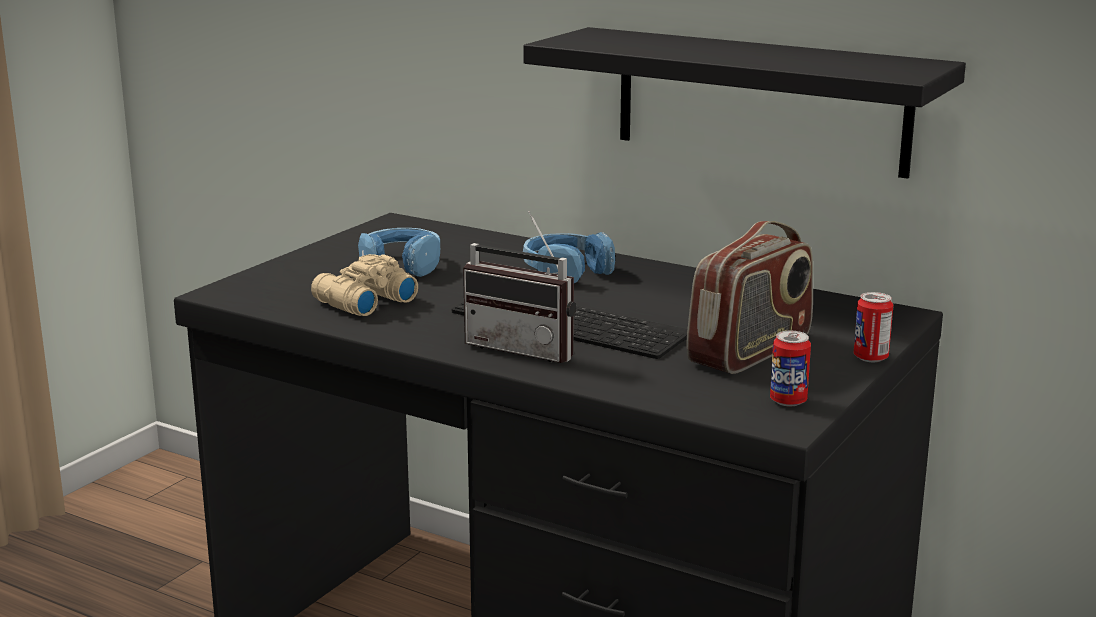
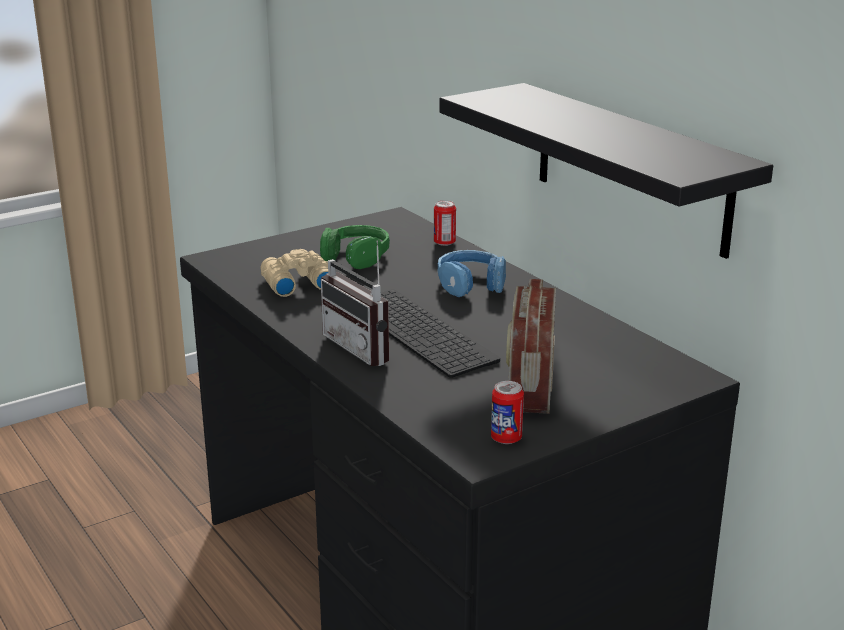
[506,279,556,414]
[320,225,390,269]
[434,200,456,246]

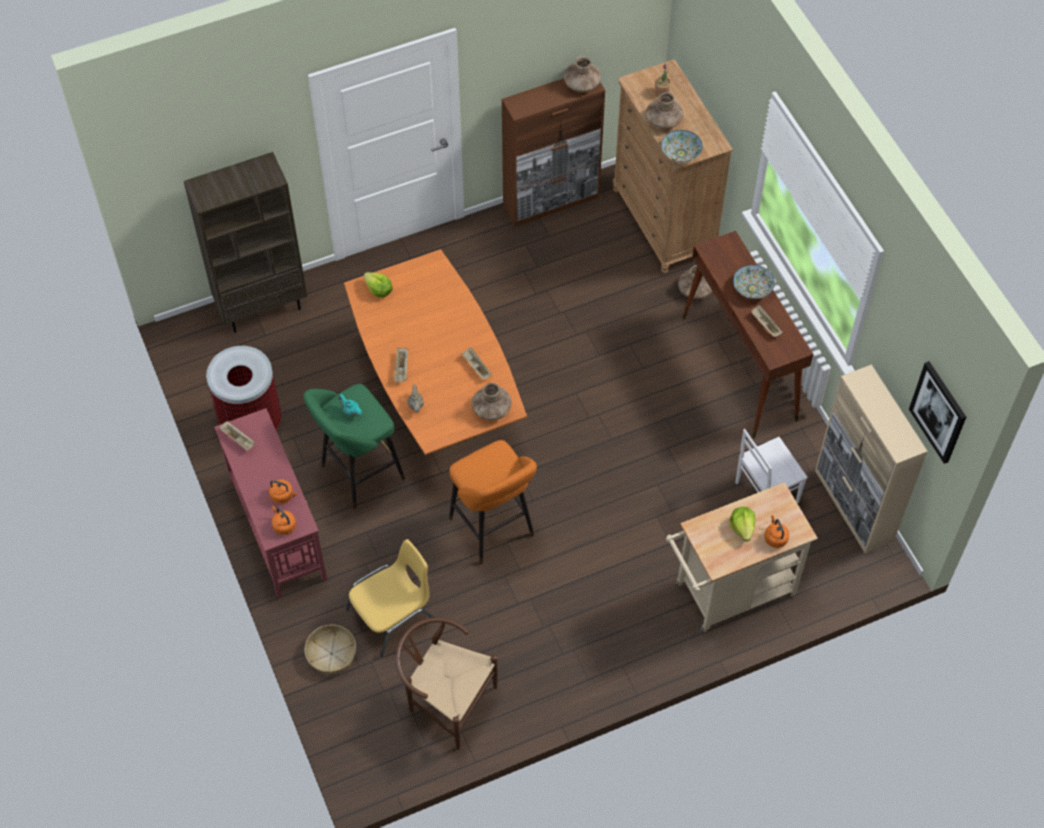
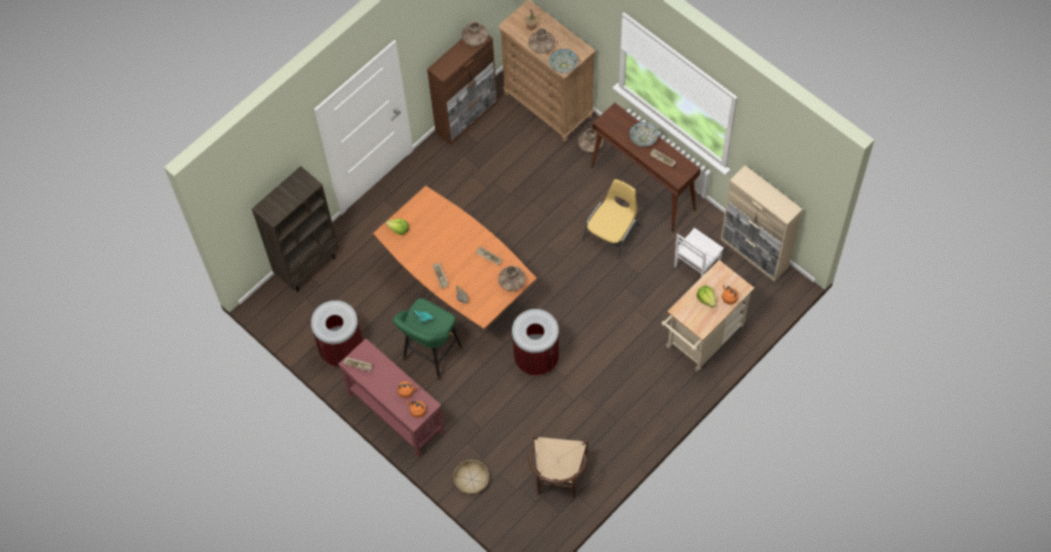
[909,361,966,464] (first image)
[512,309,559,375]
[582,179,640,259]
[528,434,588,498]

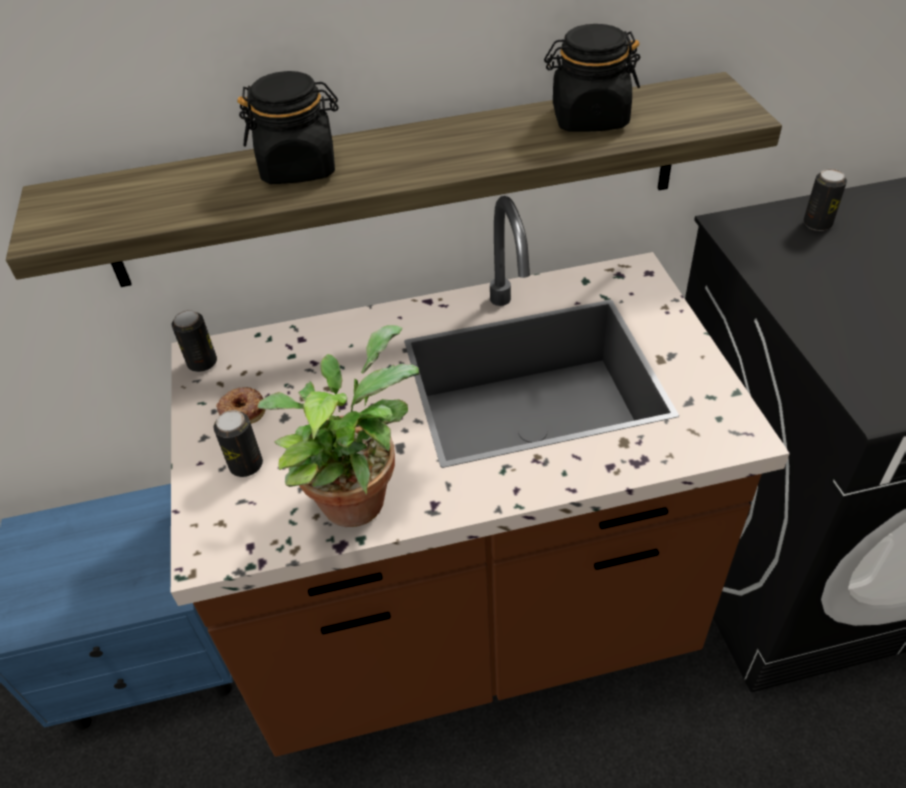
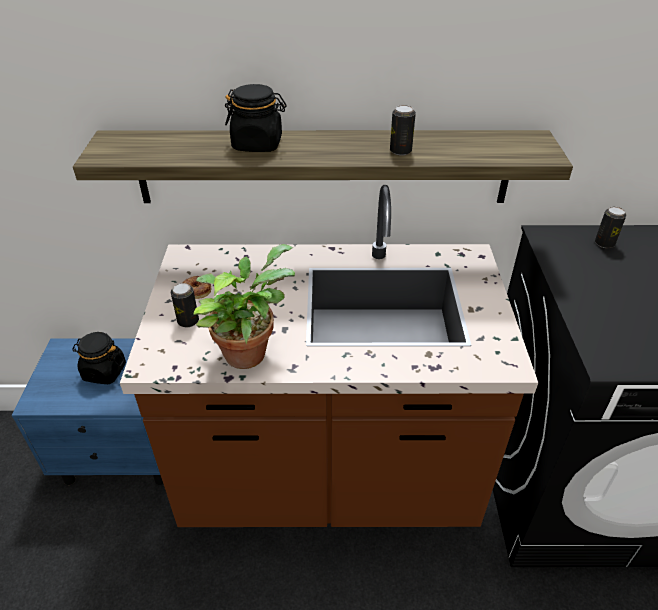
[72,332,126,384]
[390,105,416,156]

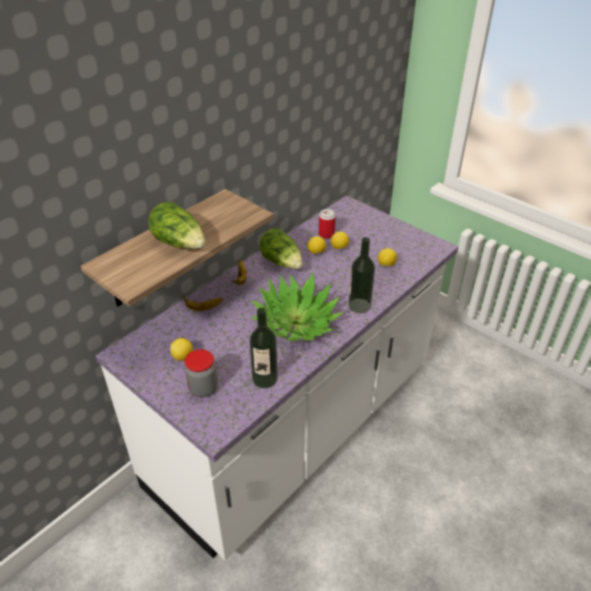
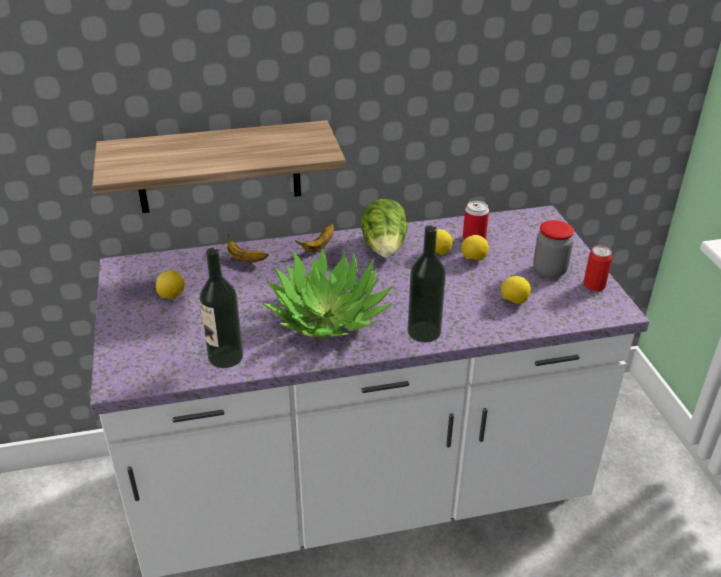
[149,202,205,249] (first image)
[533,220,574,278]
[583,246,612,291]

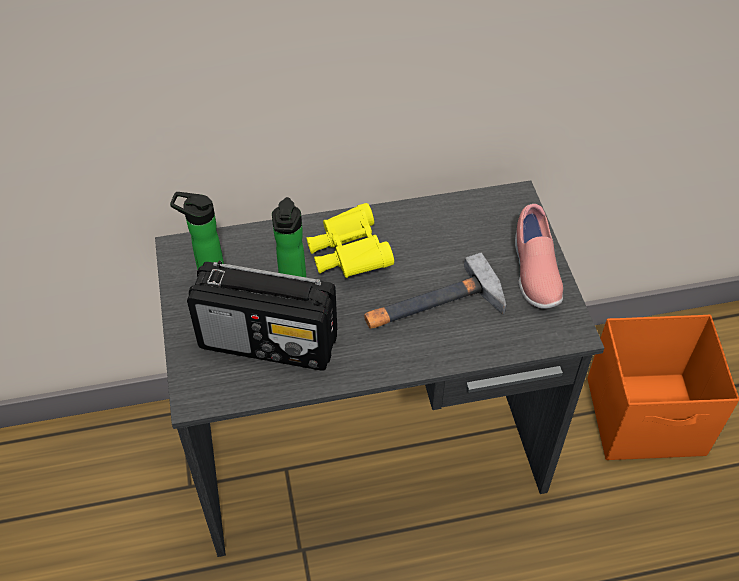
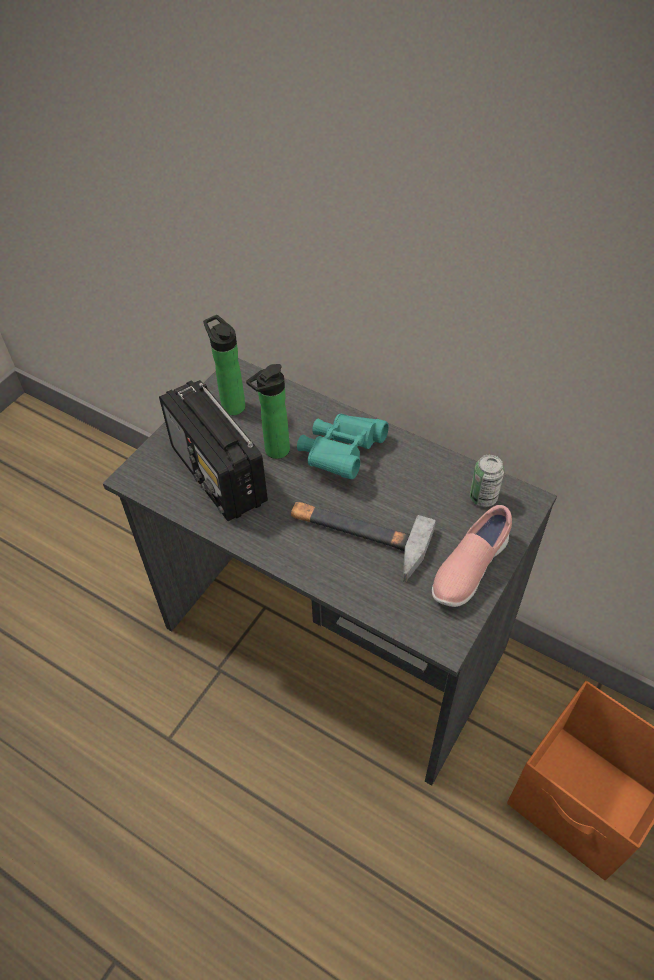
[297,414,389,479]
[470,455,504,507]

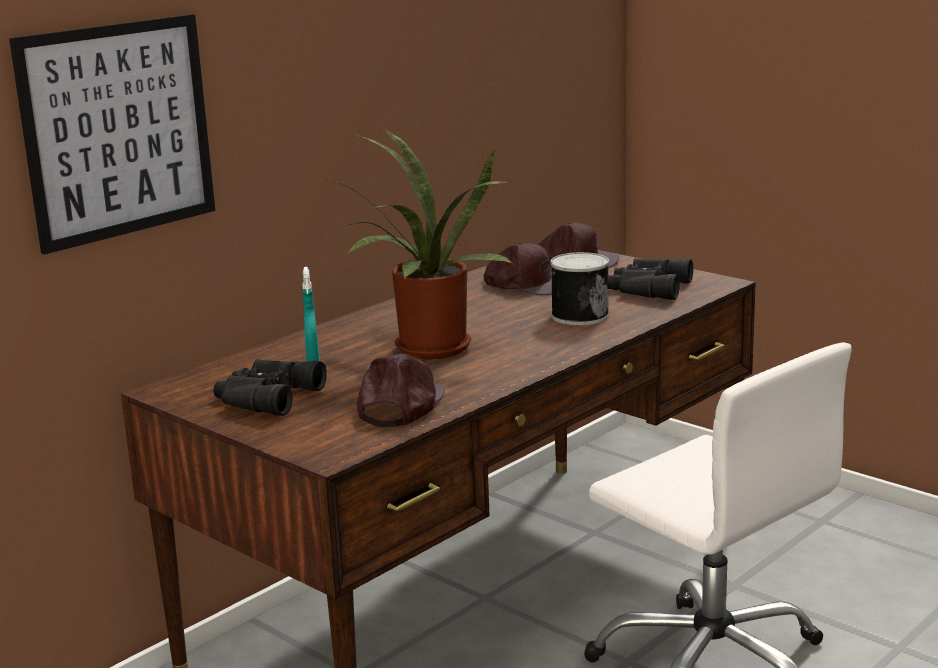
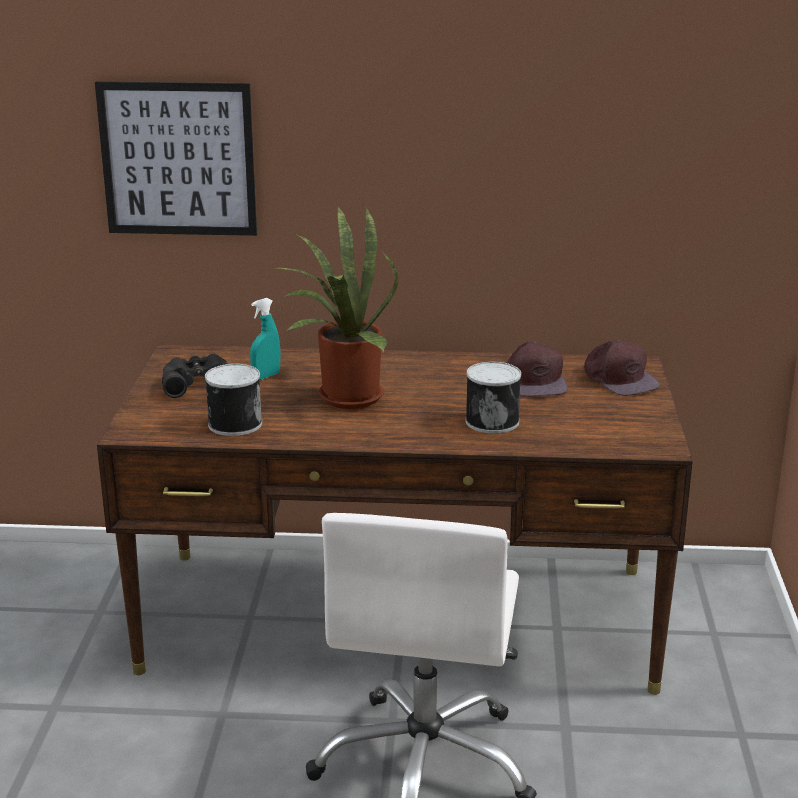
[608,258,693,300] (first image)
[205,364,262,436]

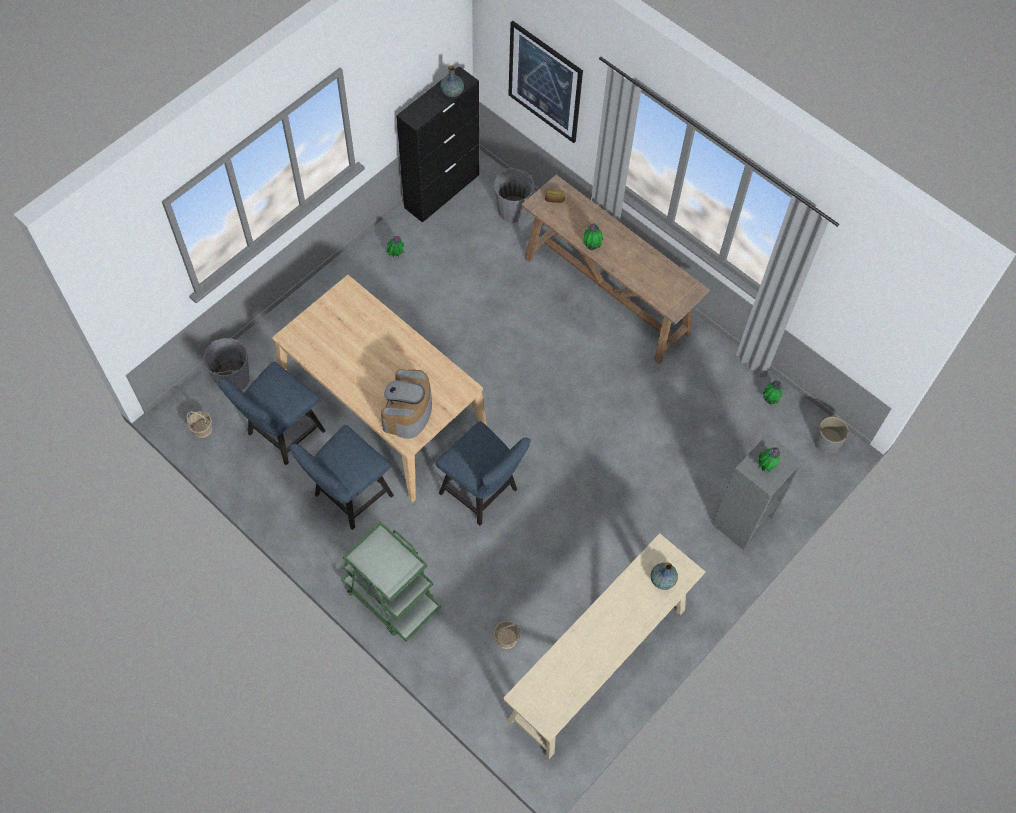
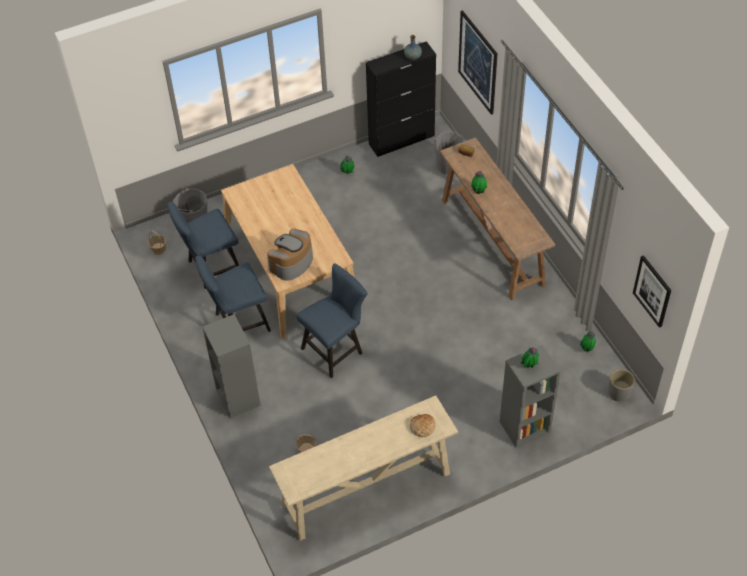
[296,263,367,378]
[202,314,261,418]
[410,414,435,437]
[633,255,671,328]

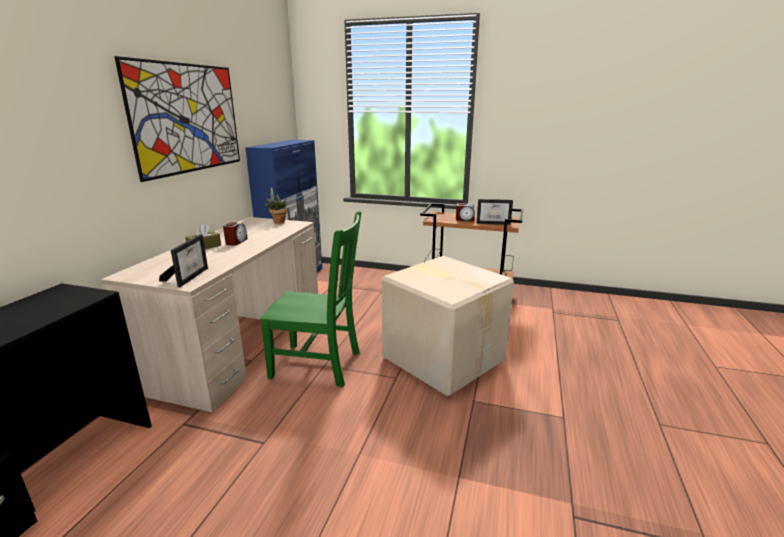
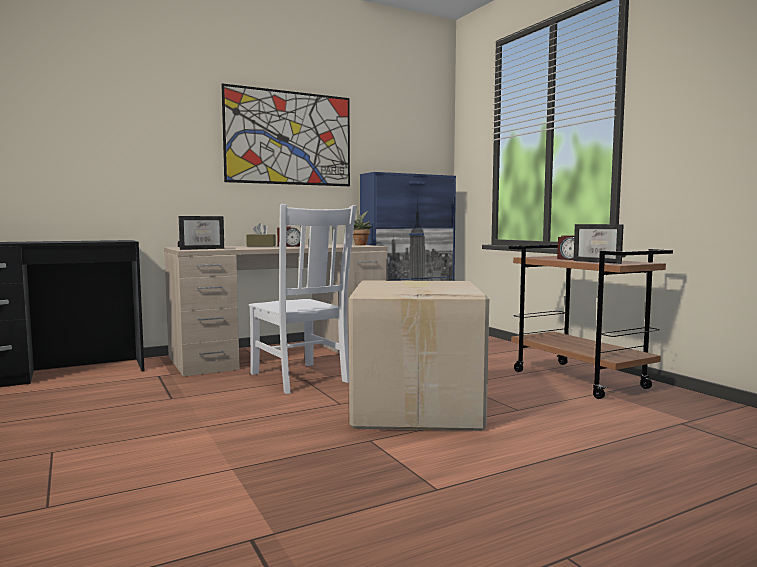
[249,204,356,394]

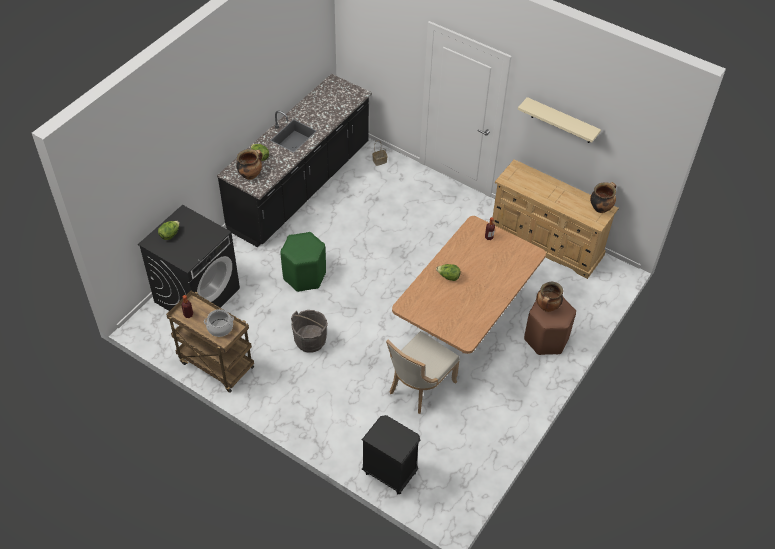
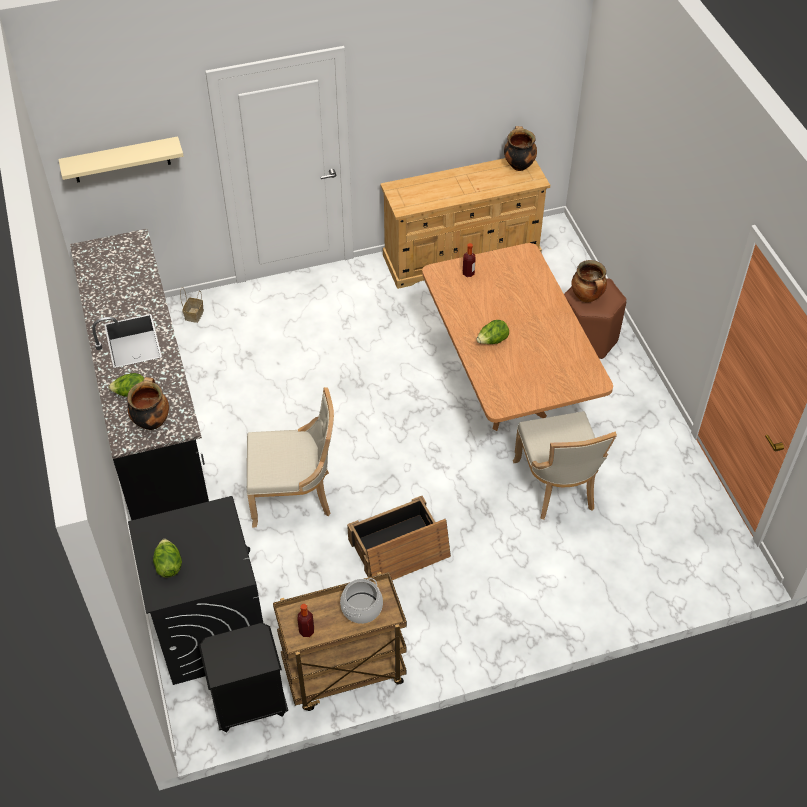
[58,136,184,183]
[247,387,334,528]
[347,496,451,580]
[199,623,288,732]

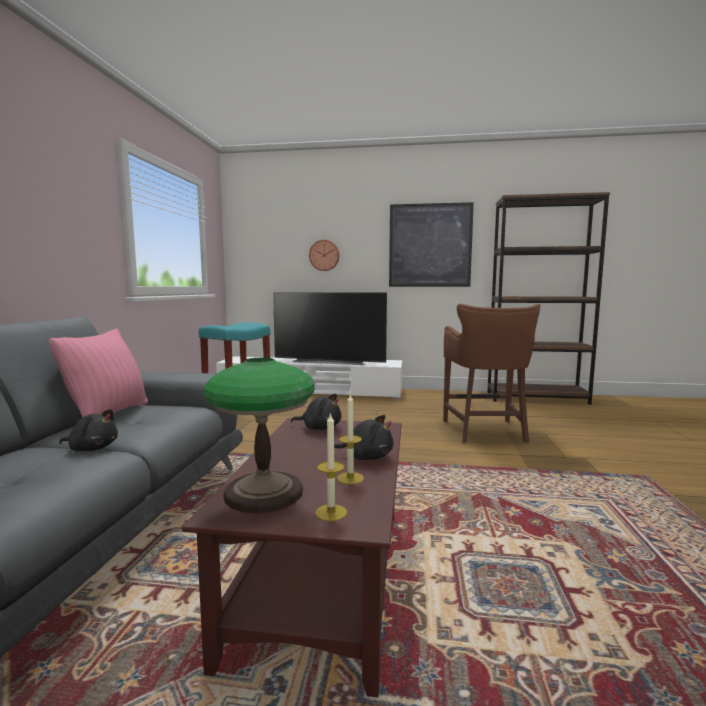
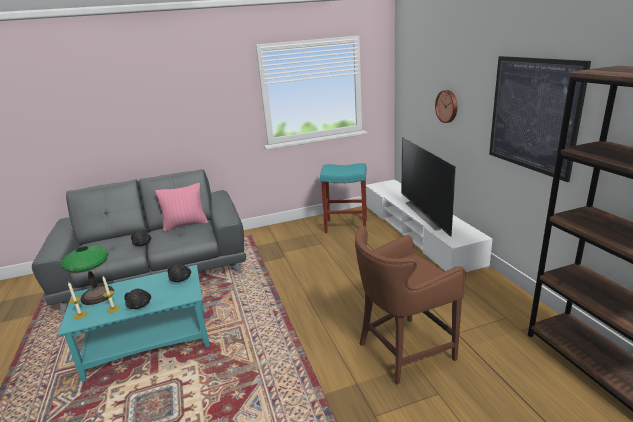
[58,265,210,382]

